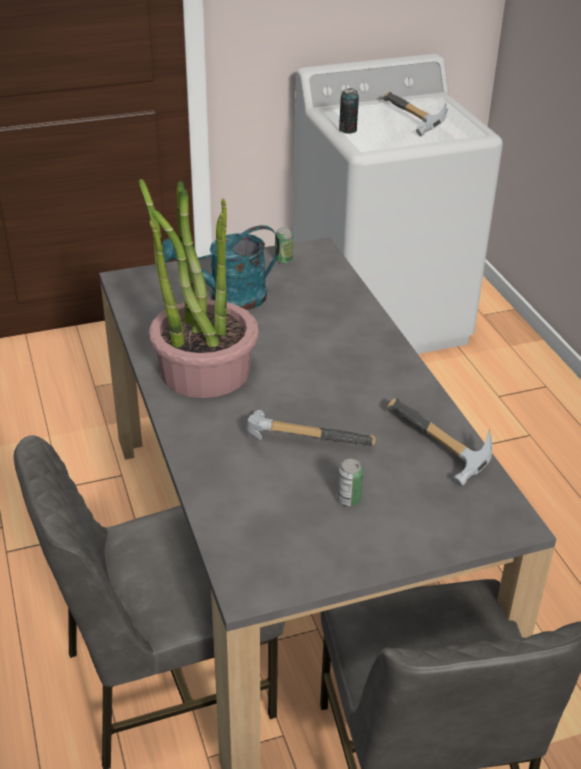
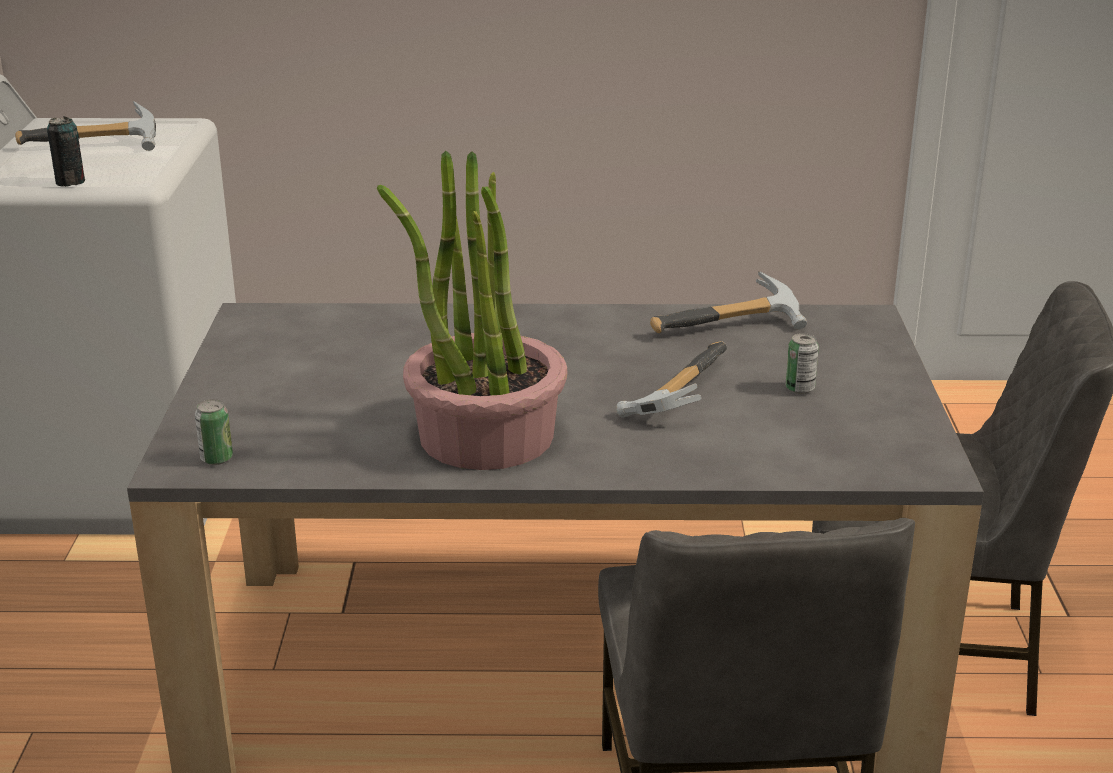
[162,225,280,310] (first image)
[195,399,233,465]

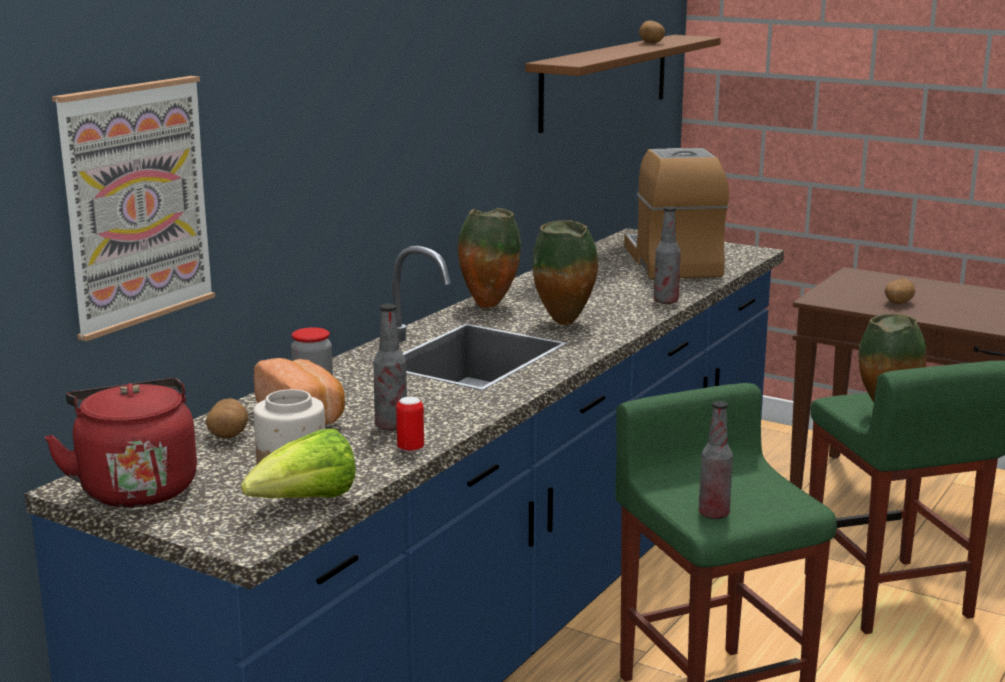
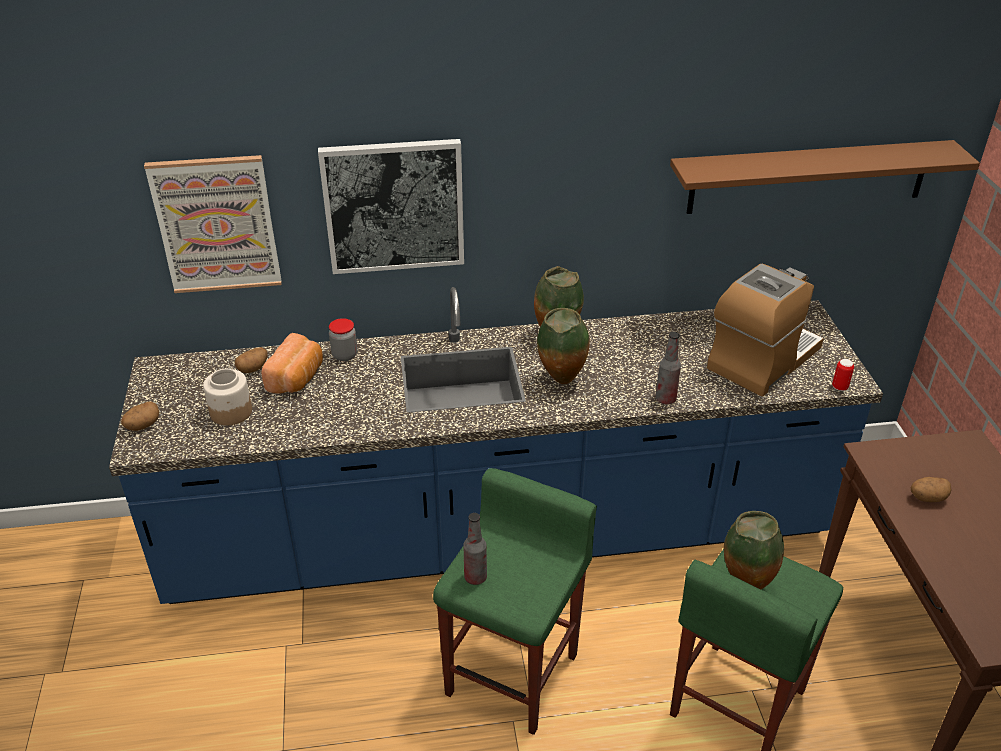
[121,401,159,431]
[373,304,407,430] (first image)
[44,378,197,508] (first image)
[832,359,854,391]
[241,429,356,498] (first image)
[318,139,464,274]

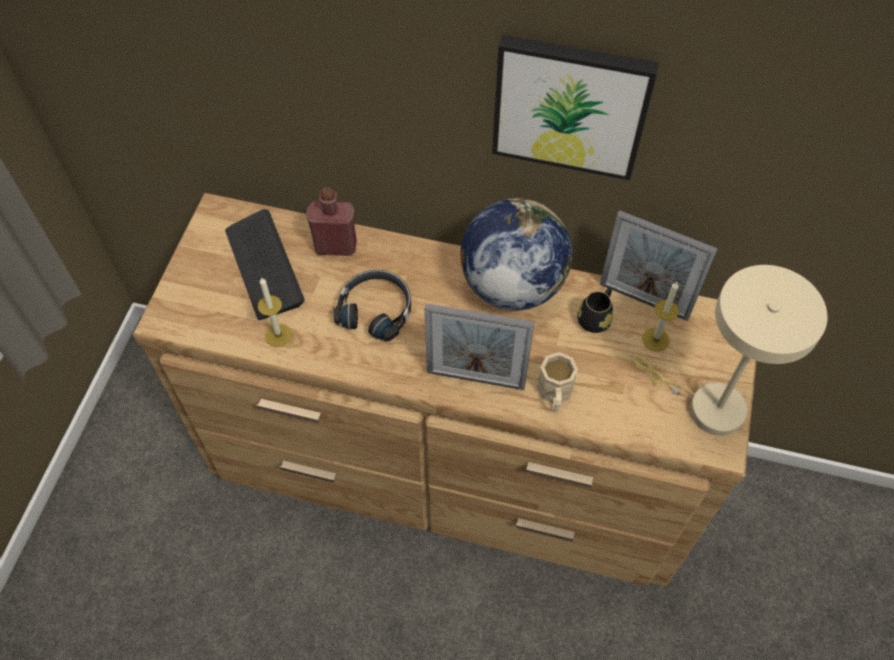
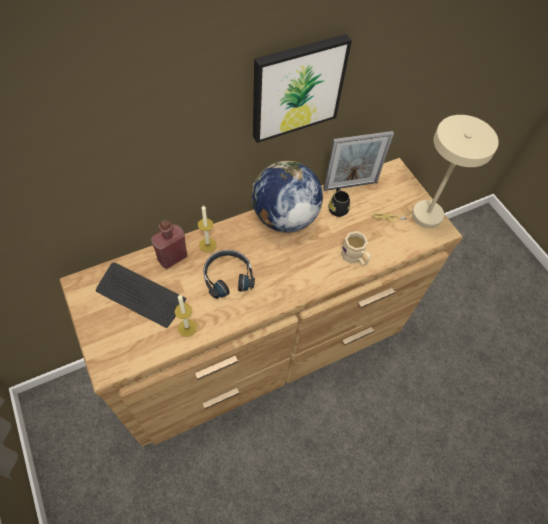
[198,205,216,252]
[425,303,534,390] (first image)

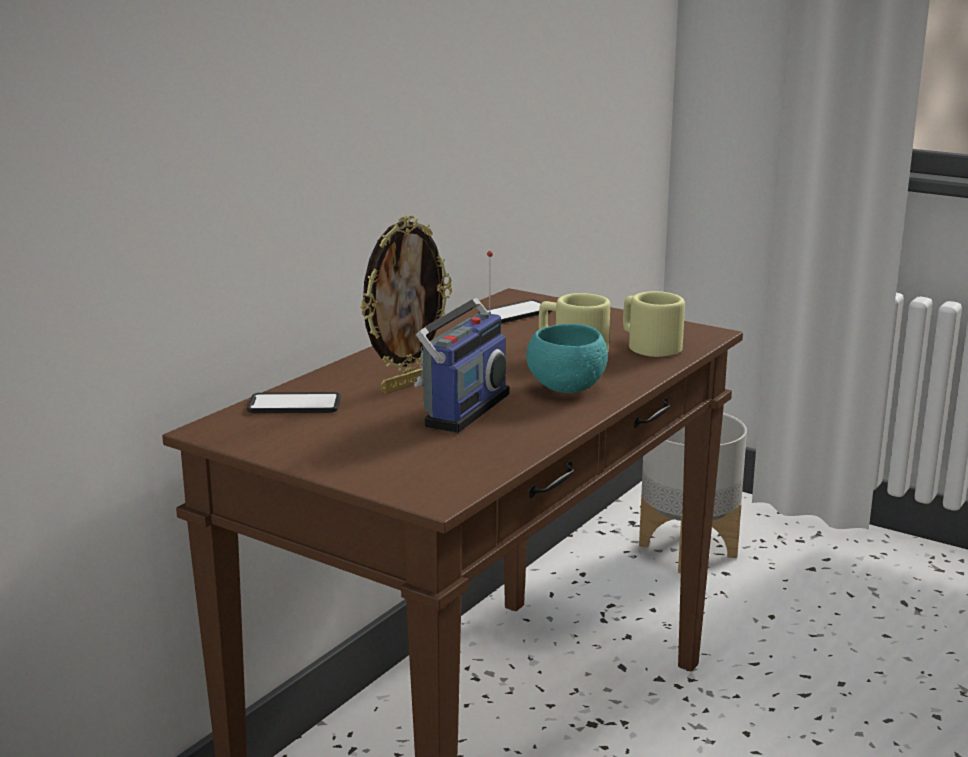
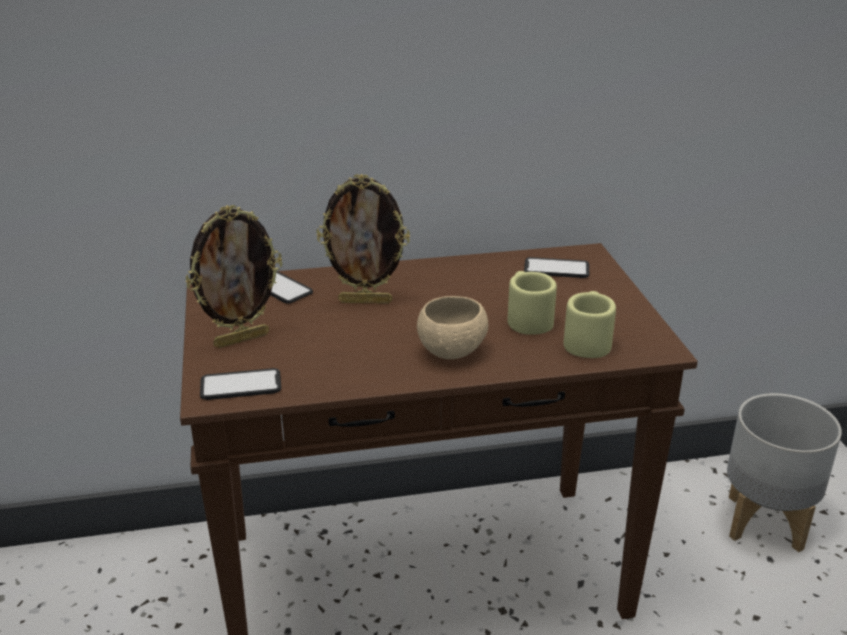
[414,251,509,433] (first image)
[417,296,488,359]
[185,205,282,348]
[200,368,281,400]

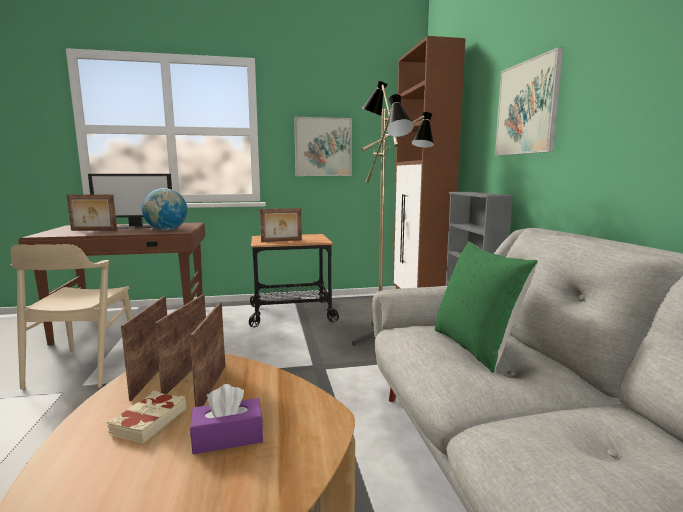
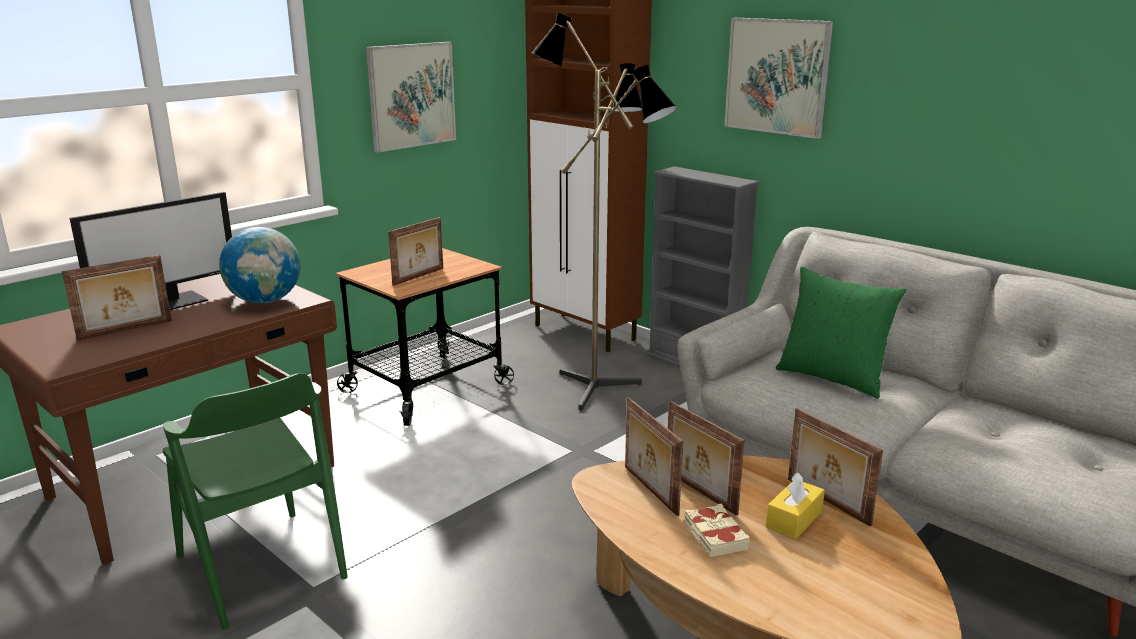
[163,373,348,630]
[788,408,883,527]
[766,473,825,539]

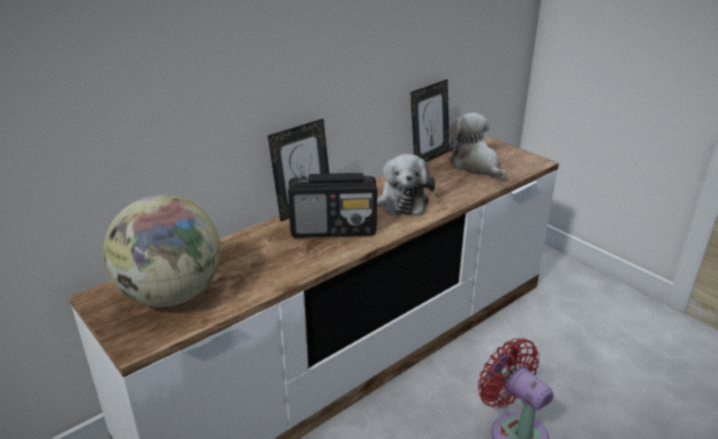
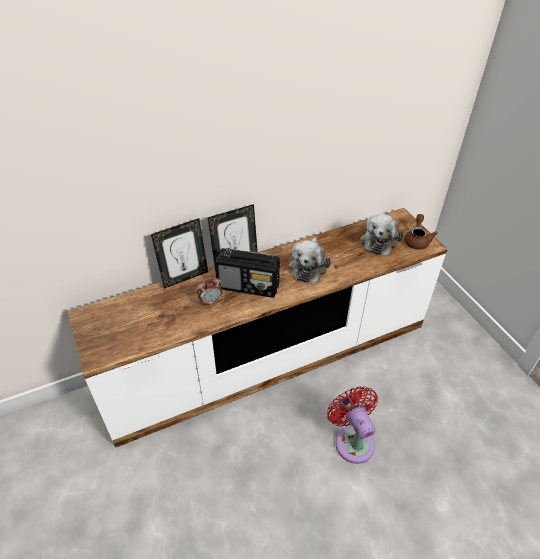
[151,218,208,289]
[360,214,403,256]
[103,195,221,307] (first image)
[405,214,438,250]
[197,277,222,306]

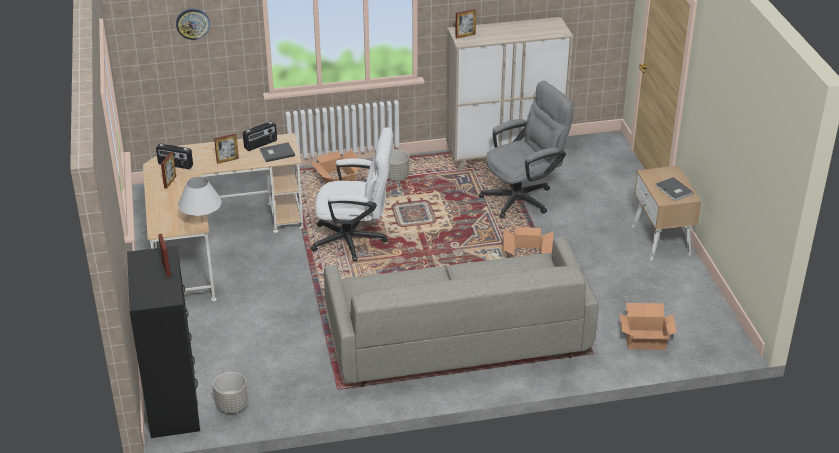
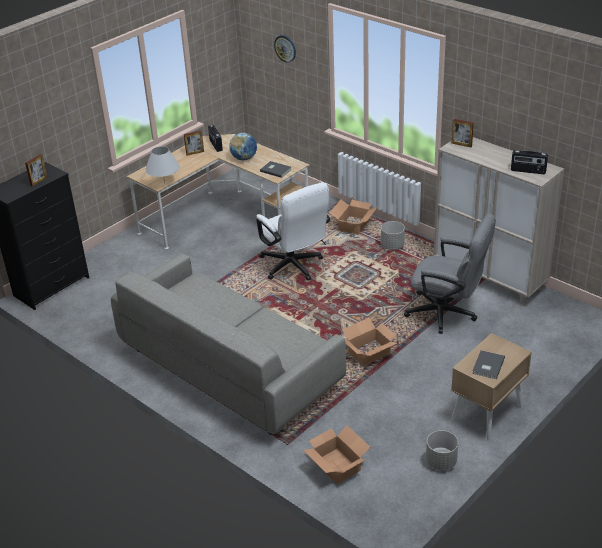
[511,150,548,174]
[229,133,257,160]
[426,430,458,470]

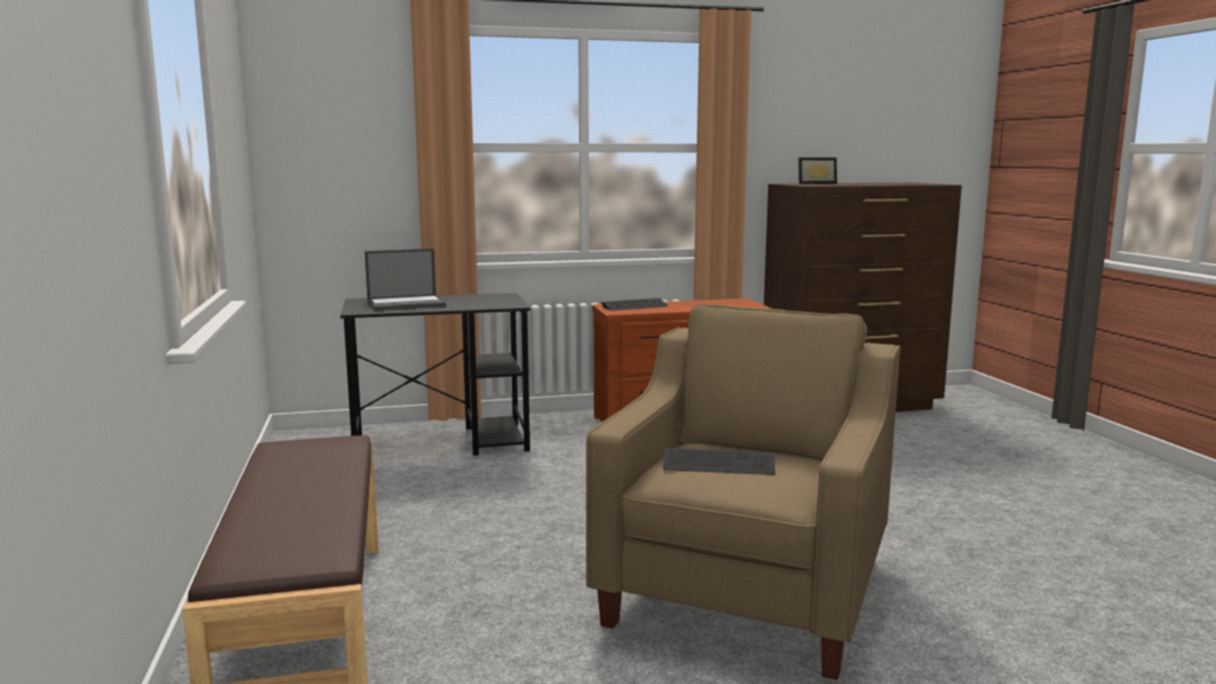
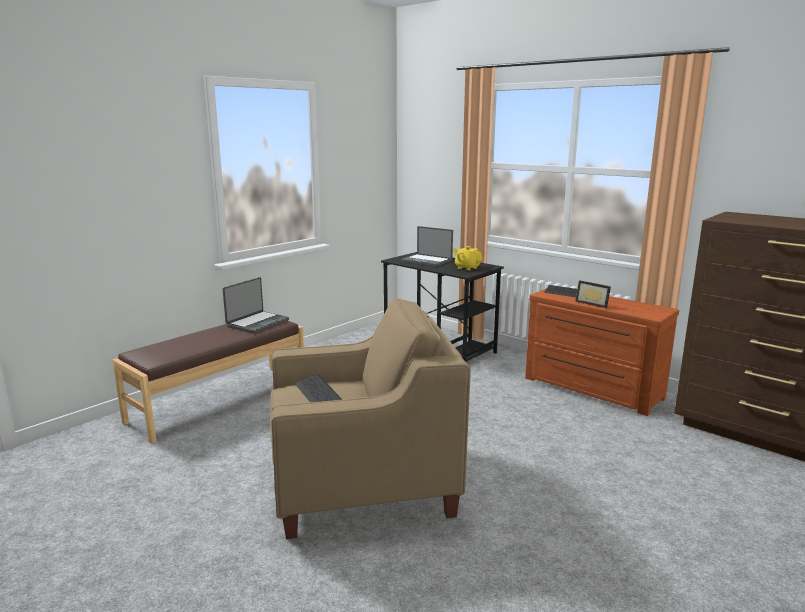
[575,280,611,308]
[453,246,483,271]
[222,277,289,334]

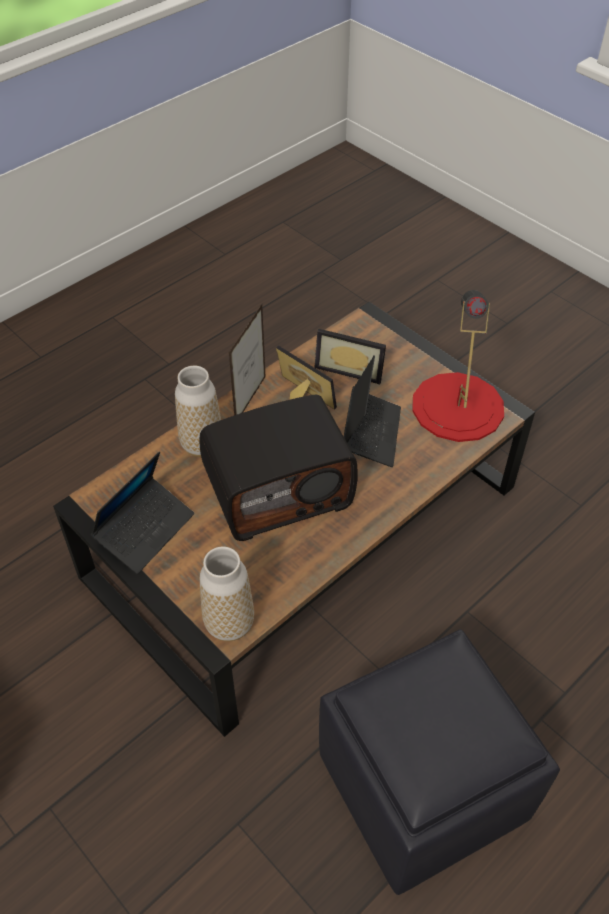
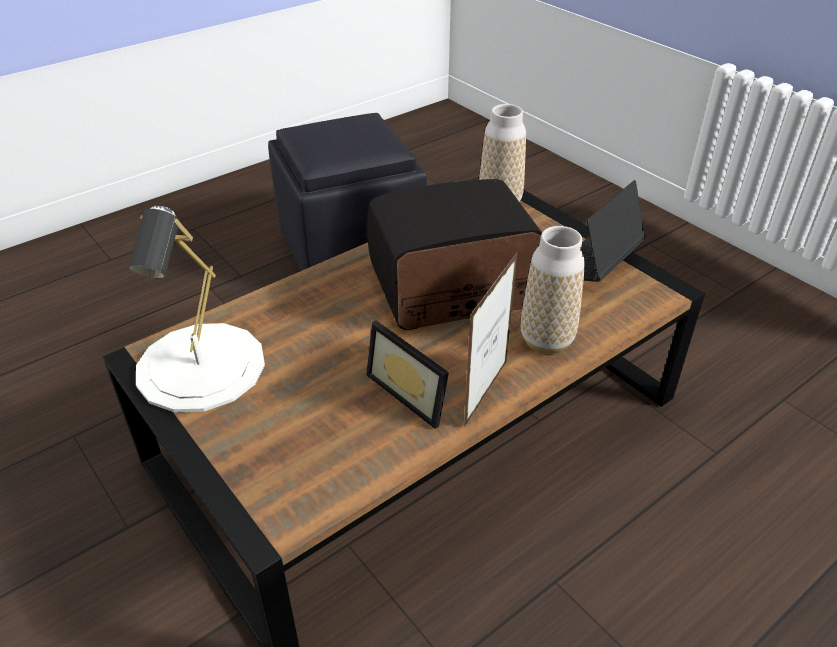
[129,206,265,412]
[314,329,386,384] (first image)
[344,355,401,467] (first image)

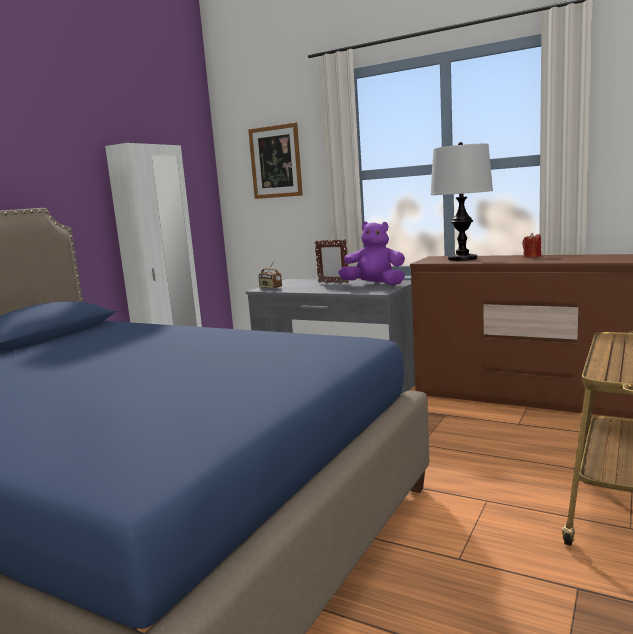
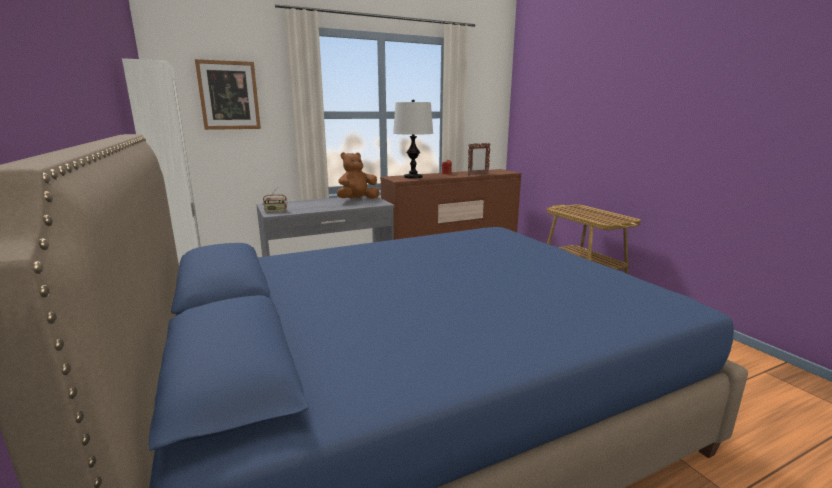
[337,152,379,199]
[468,143,490,175]

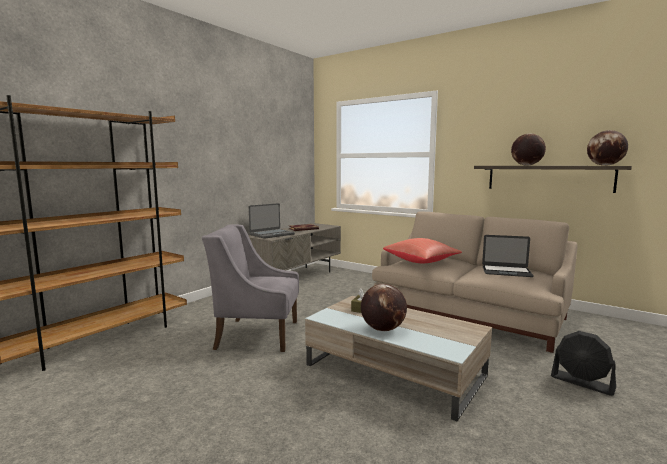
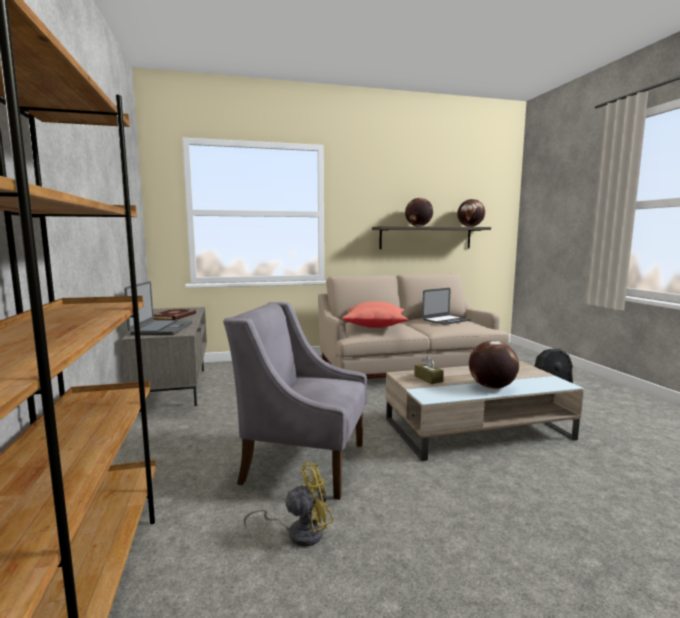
[223,302,367,500]
[244,462,334,547]

